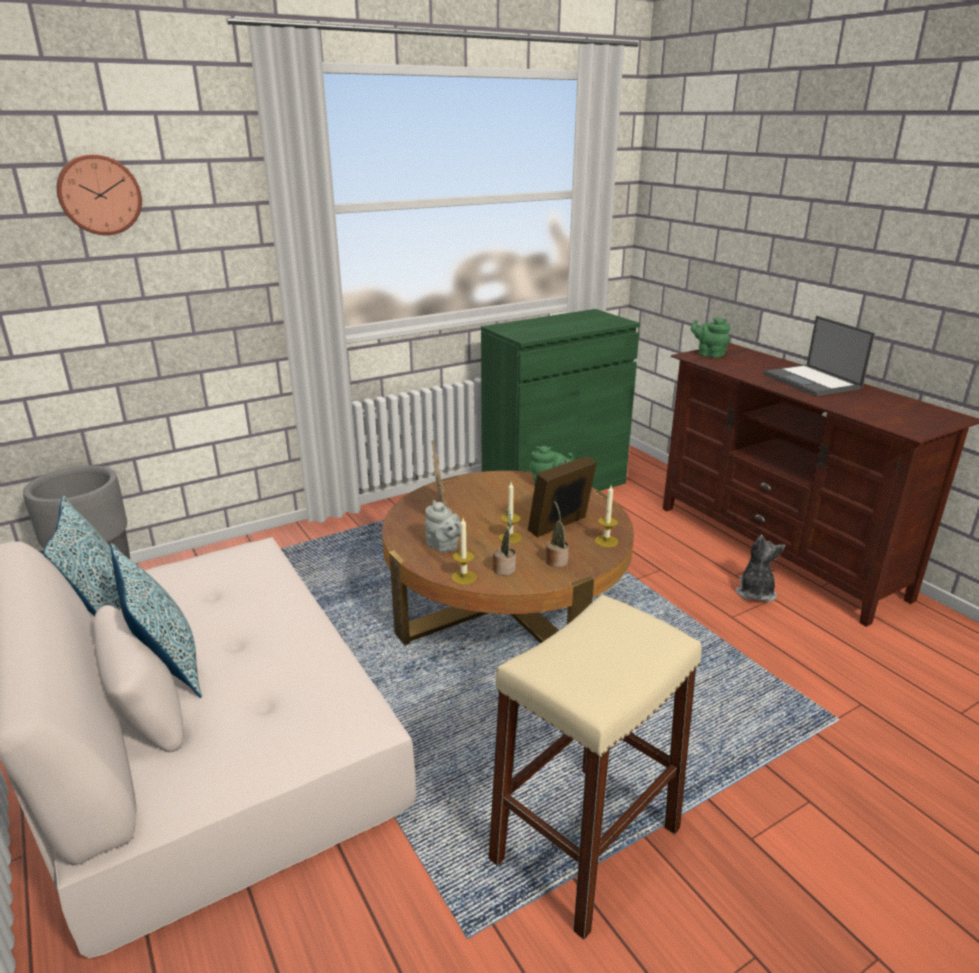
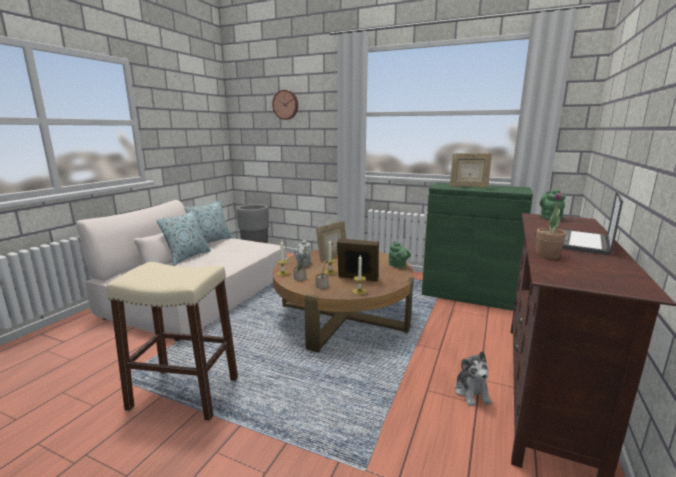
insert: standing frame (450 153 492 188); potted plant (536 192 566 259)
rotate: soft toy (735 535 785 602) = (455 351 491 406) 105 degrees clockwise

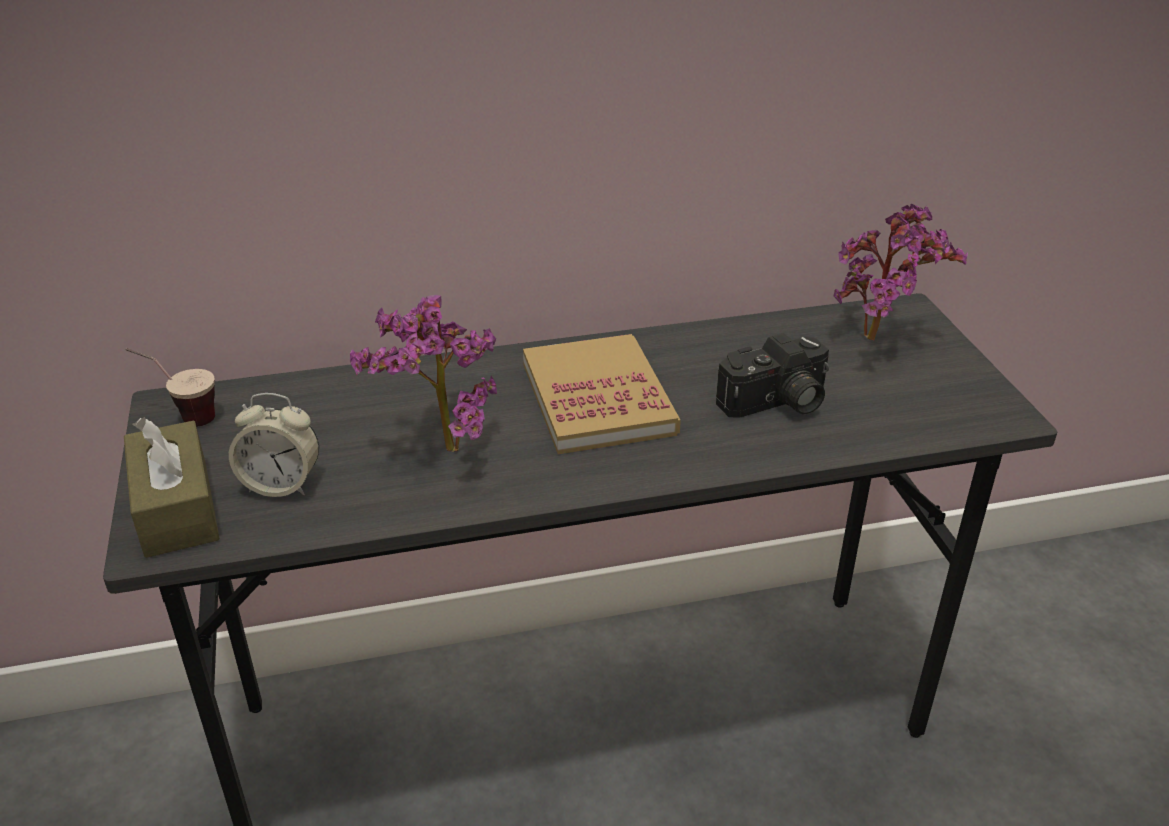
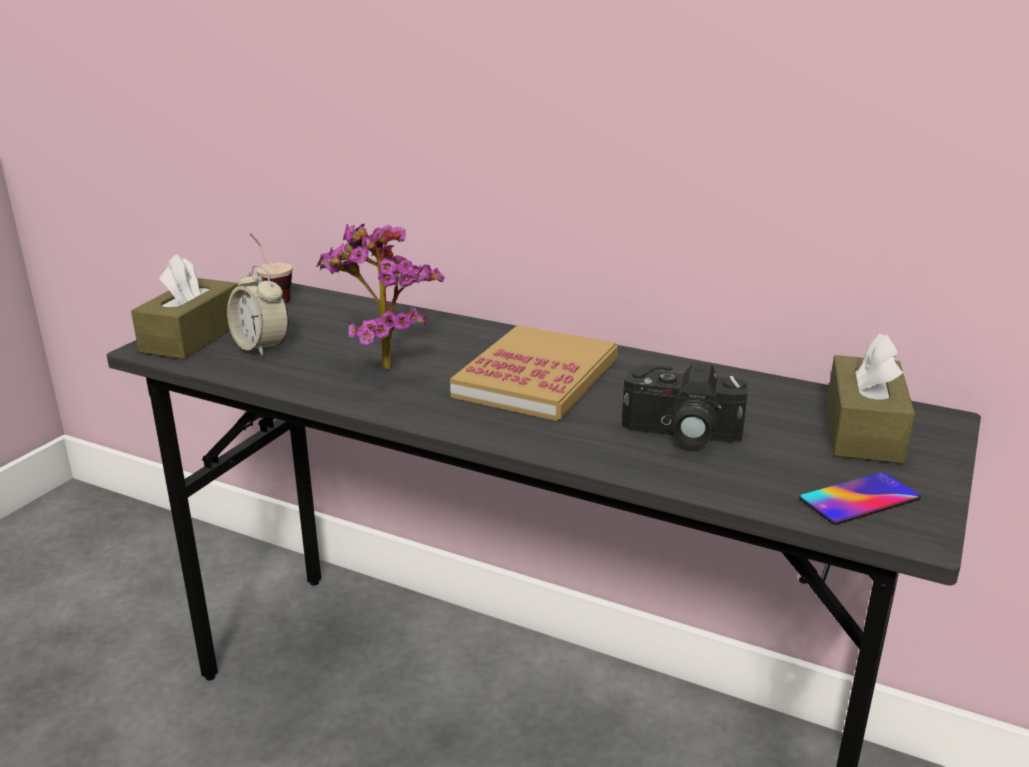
insert: telephone (799 472 921 525)
replace: potted plant (834 204 968 340) to tissue box in brownish (827 333 915 464)

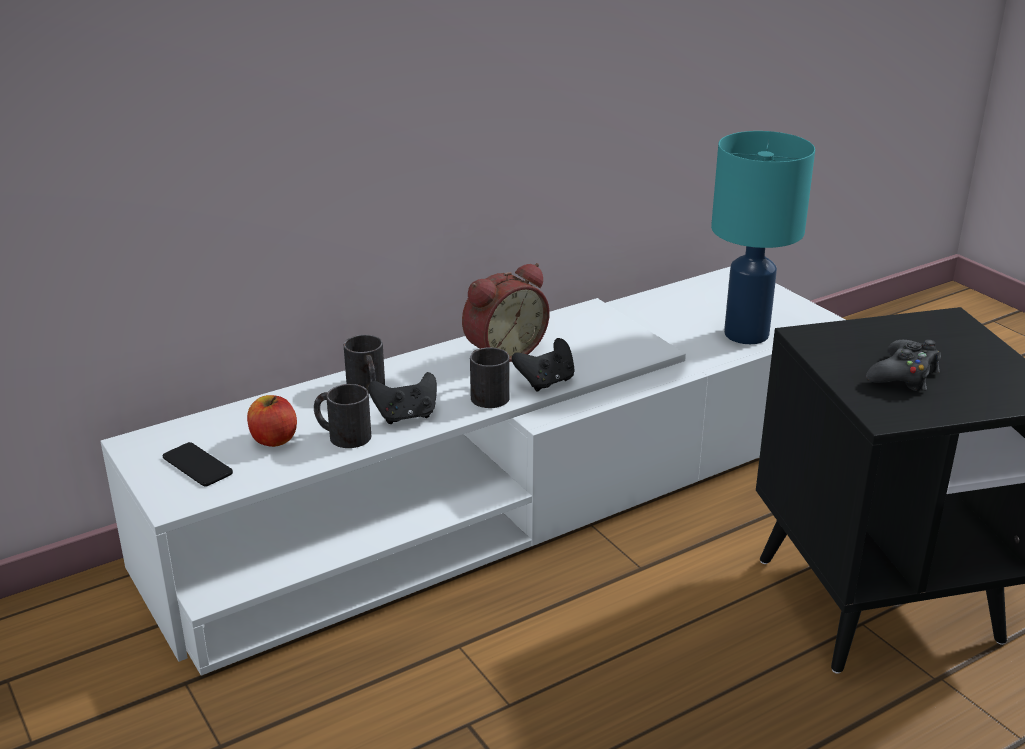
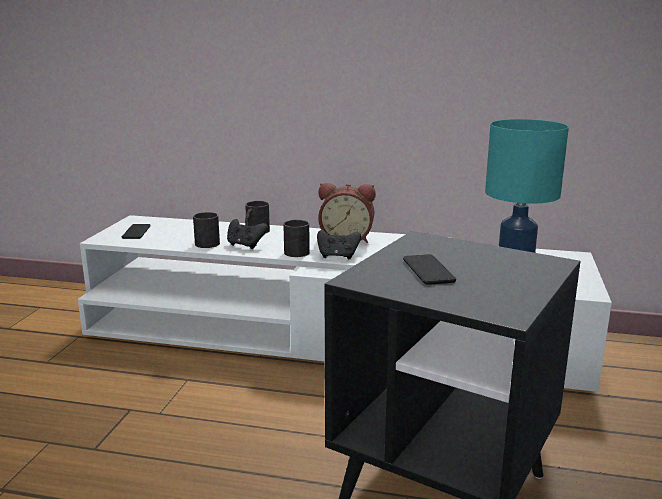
delete: apple (247 395 297 447)
replace: game controller in blackish (866 340 941 391) to telephone (403 254 456 285)

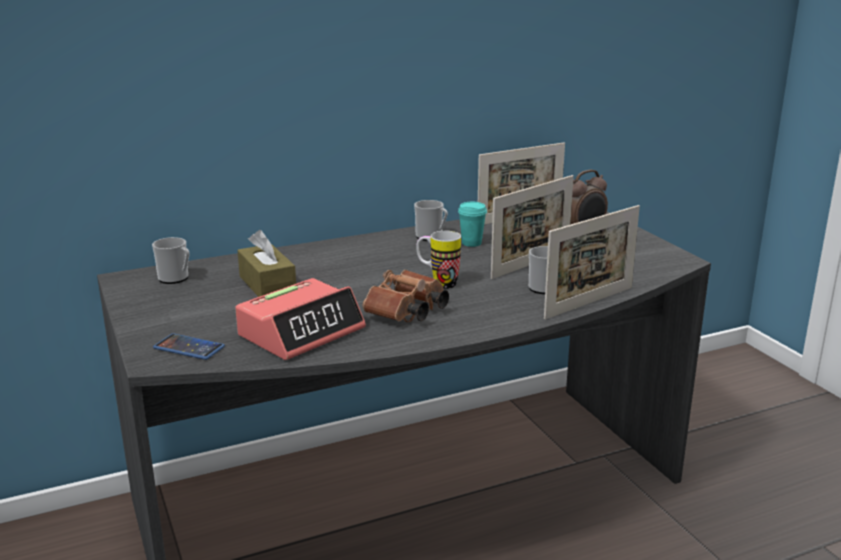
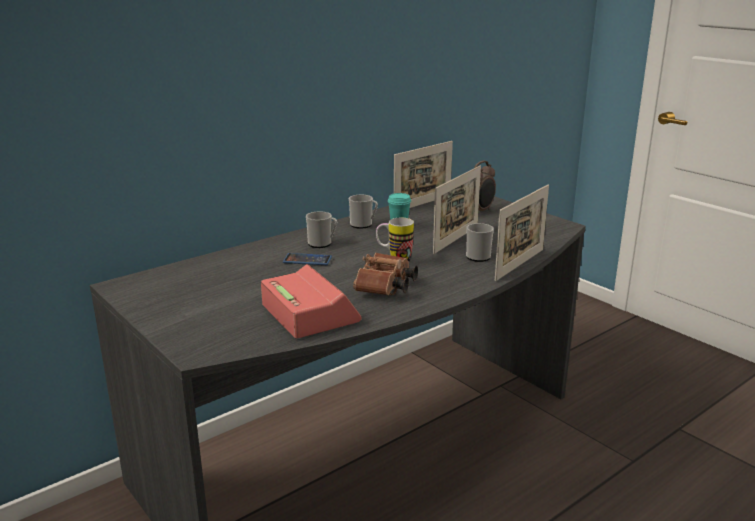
delete: tissue box in brownish (237 230 296 297)
move: coffee mug (152 237 190 284) to (306 211 337 248); telephone (153 333 225 360) to (283 253 332 265)
rotate: alarm clock (235 278 366 360) = (261 264 362 339) 60 degrees counterclockwise

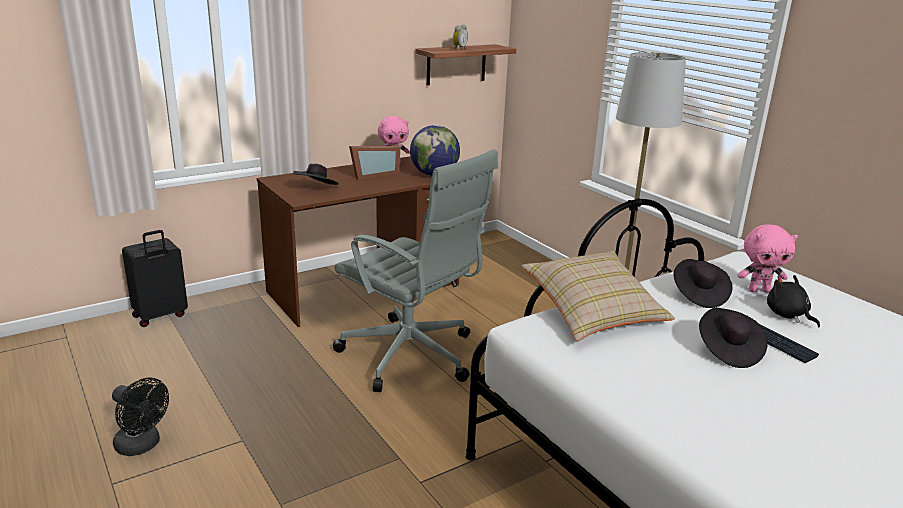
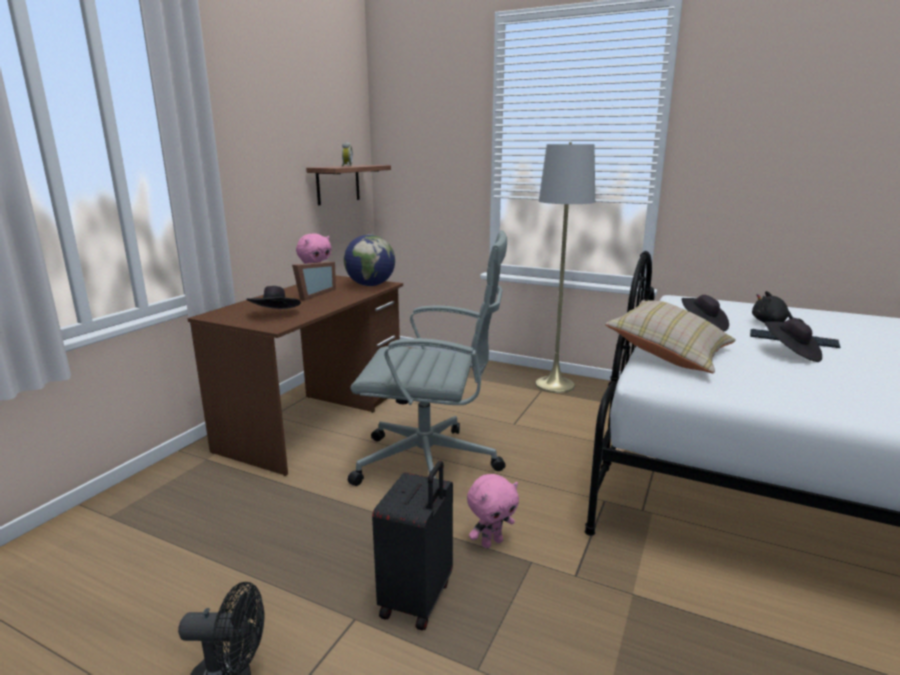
move: suitcase in blackish (122 230 188 327) to (372 461 453 630); soft toy in pink-coloured (737 224 798 293) to (467 474 519 548)

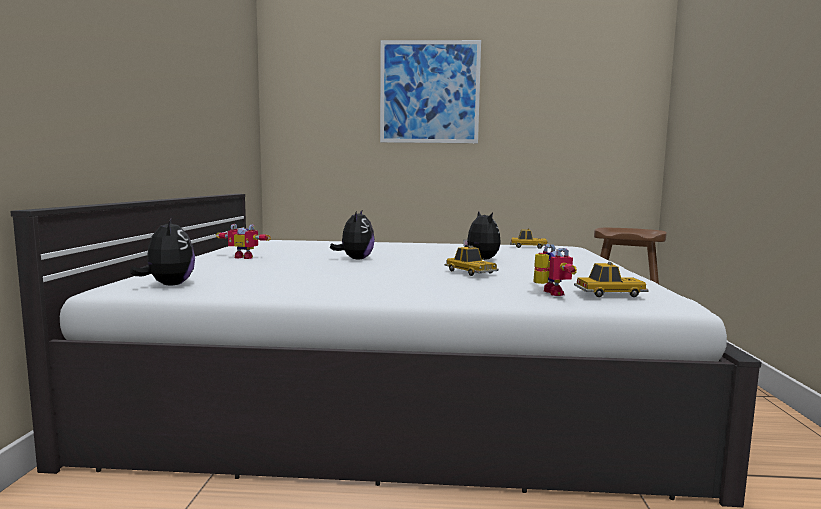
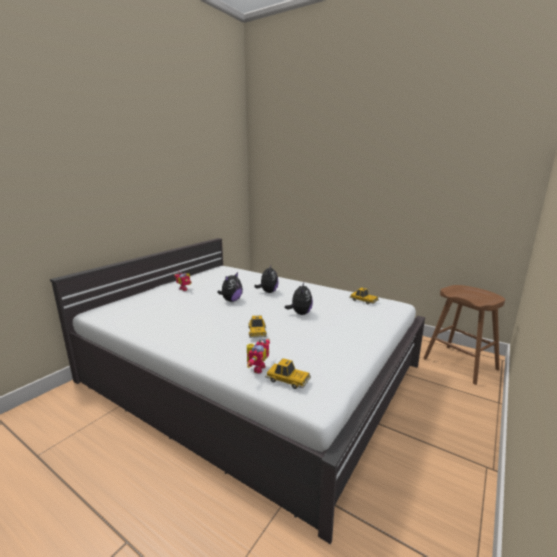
delete: wall picture (380 40 481 143)
move: soft toy (130 217 195 285) to (254 266 279 293)

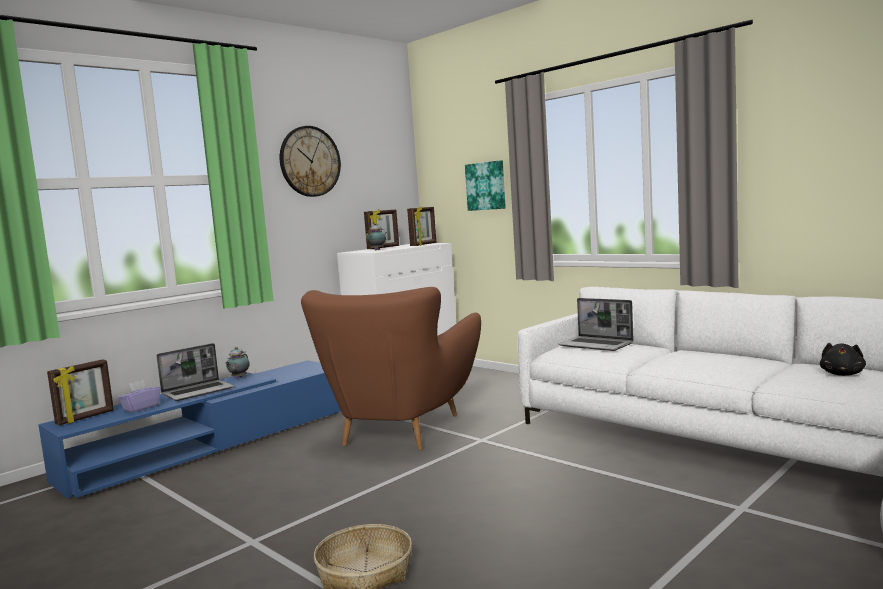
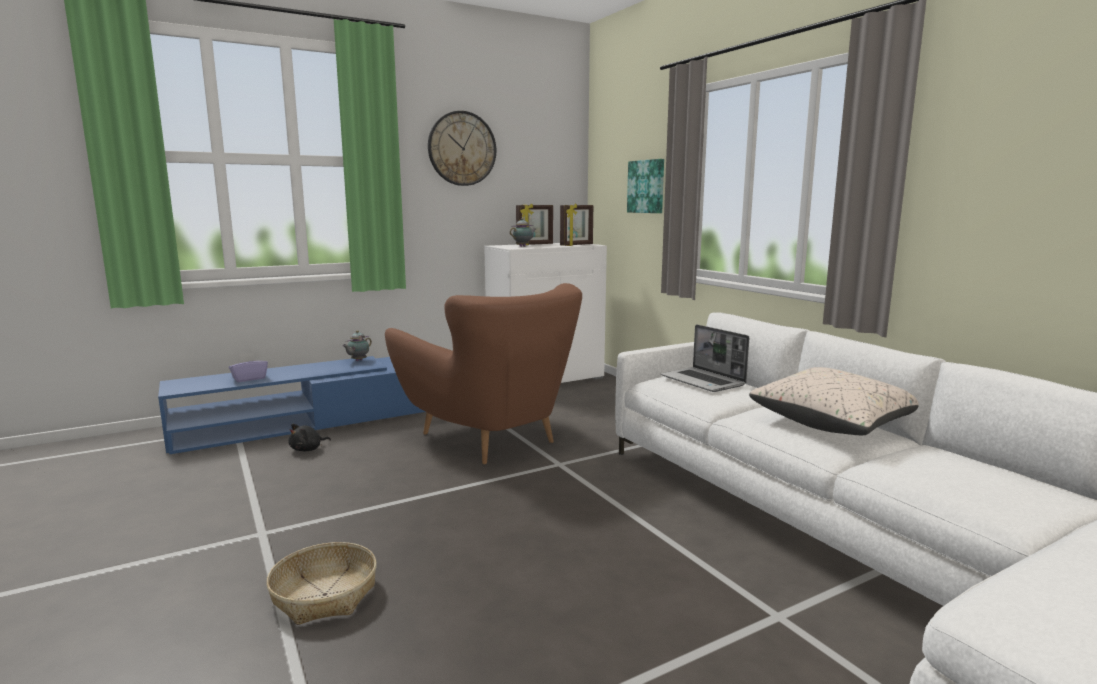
delete: standing frame (47 359 114 425); portable computer (156 343 234 401)
insert: pillow in beige-coloured (749 367 919 435)
move: soft toy in blackish (820 343 866 376) to (288 424 331 451)
rotate: lounge chair in brownish (301 287 481 450) = (385 283 582 464) 75 degrees counterclockwise

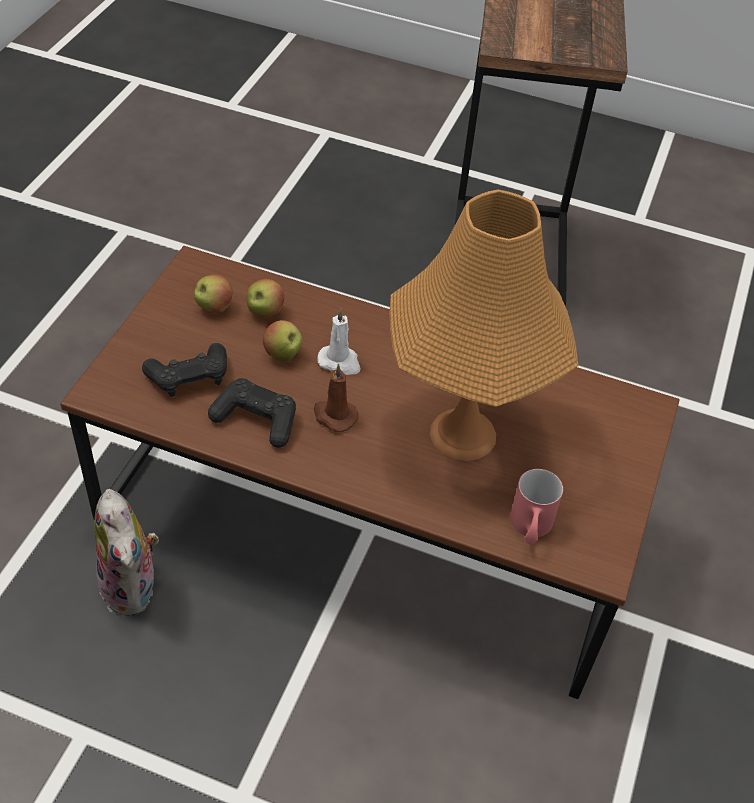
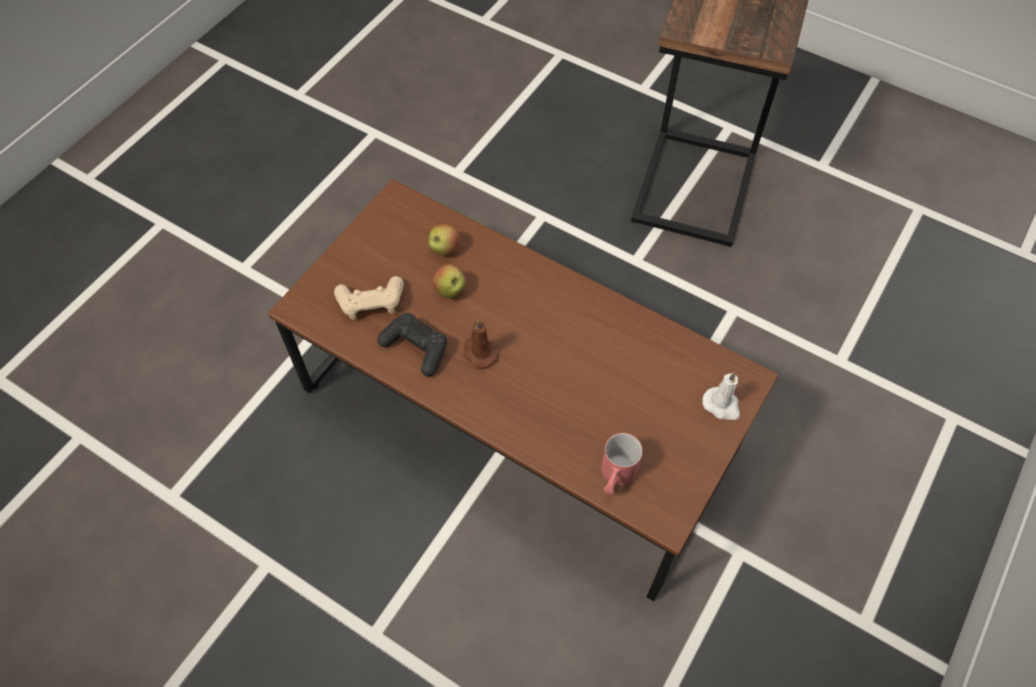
delete: soft toy (95 489 159 616); apple (194 275 233 313); table lamp in orange-coloured (390 190 578 461)
move: wax candle in white (317 308 361 375) to (702 372 740 420)
recolor: game controller in blackish (142 343 227 397) to game controller in beige-coloured (334 276 404 320)

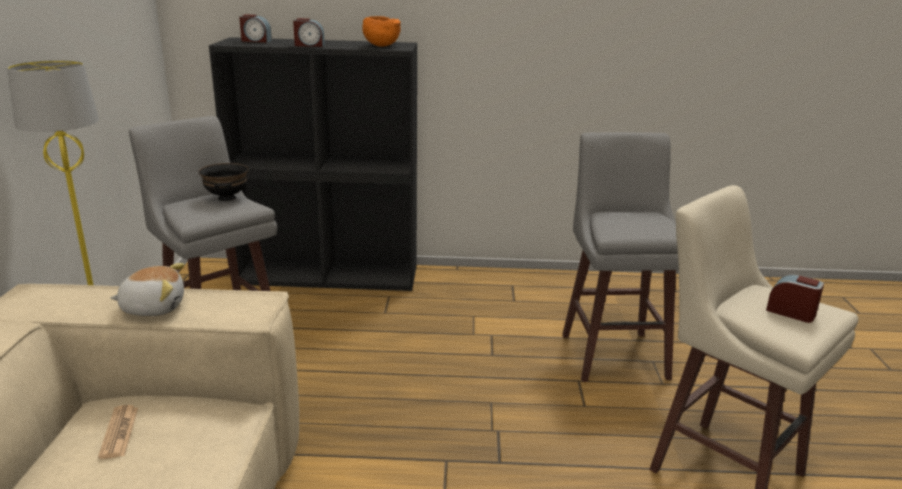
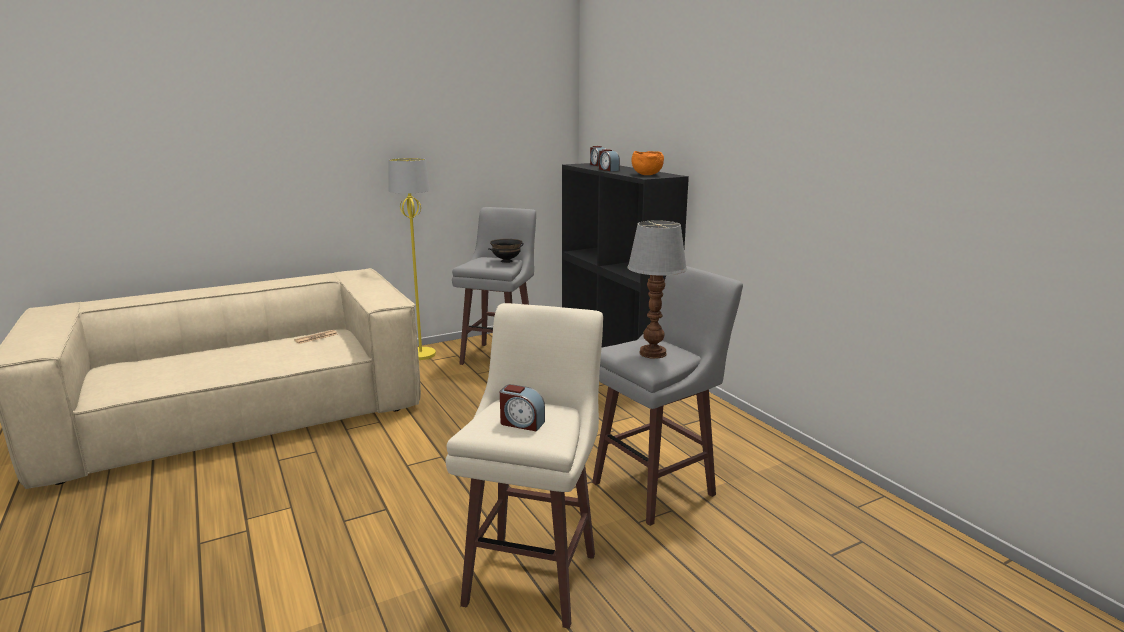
delete: soft toy (110 263 185 316)
insert: table lamp (627 220 687 359)
rotate: alarm clock (766 274 824 323) = (500 384 545 432) 105 degrees clockwise

